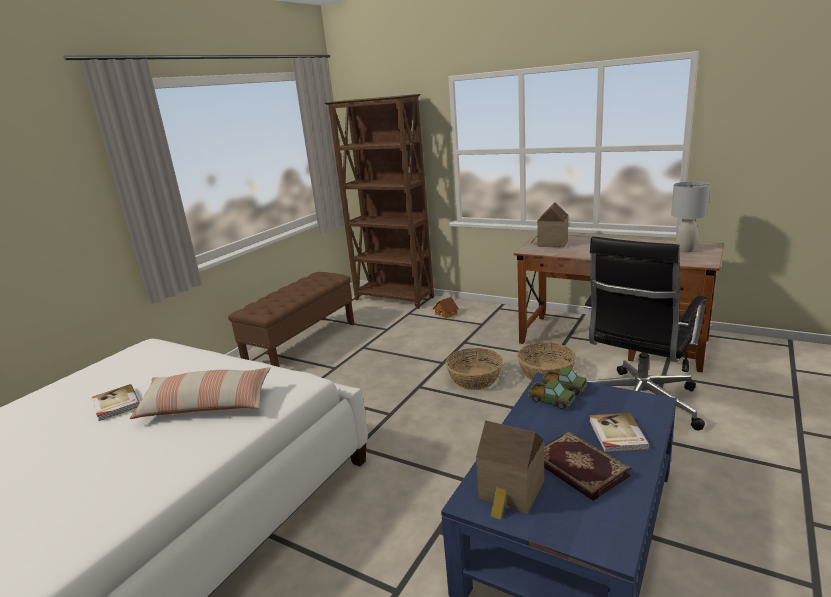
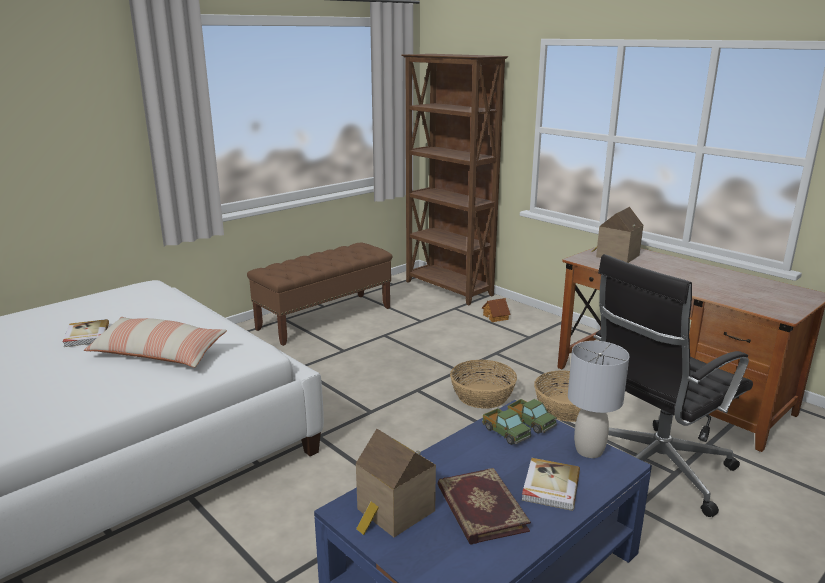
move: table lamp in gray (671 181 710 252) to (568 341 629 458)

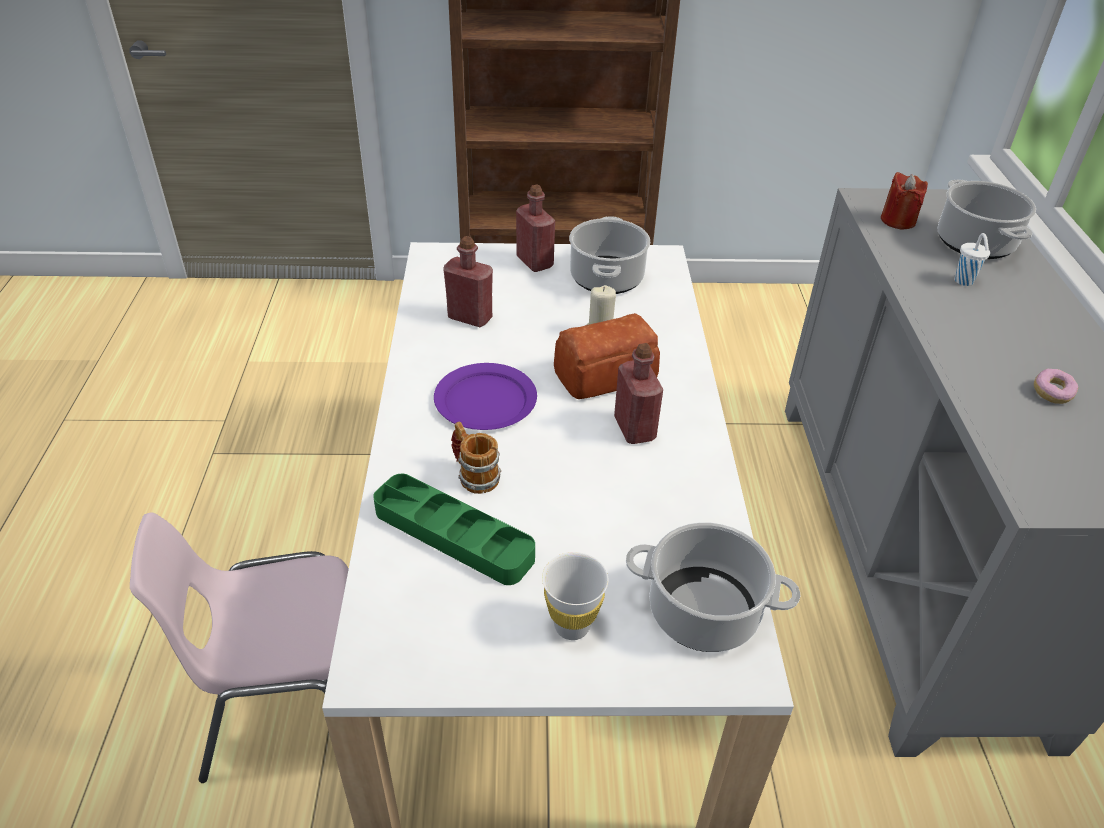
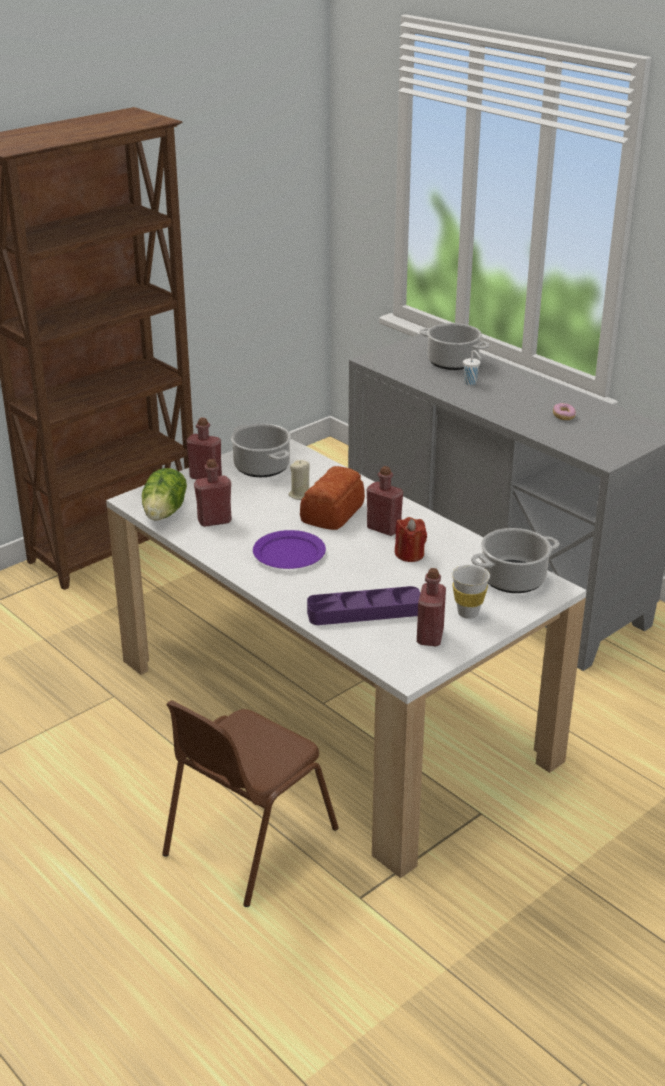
delete: coffee mug (451 422 501 494)
insert: lettuce head (142 468 187 521); drink bottle in red (417 568 446 646)
move: wax candle in red (881 172 928 229) to (395 517 427 562)
recolor: plain chair in pink-coloured (130 512 349 783) to plain chair in brownish (162 700 339 907); carrying tray in green-coloured (373 474 535 585) to carrying tray in purple (307 586 420 625)

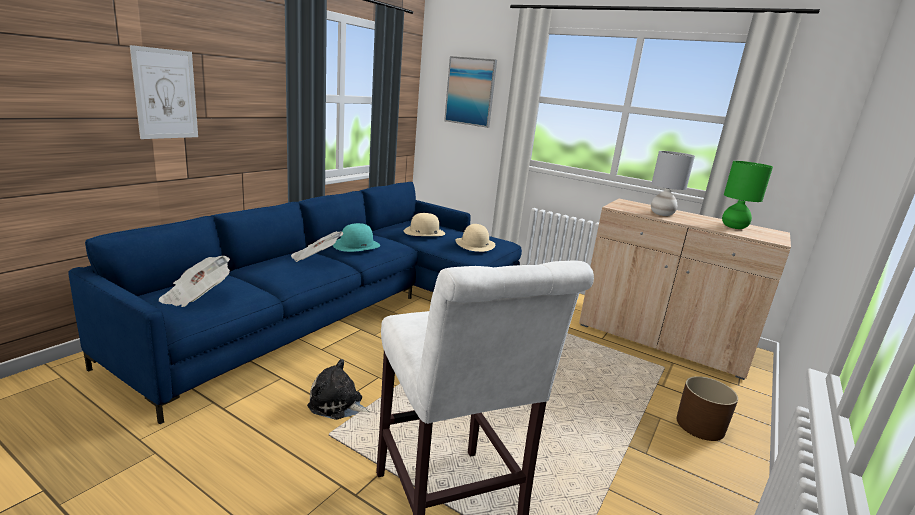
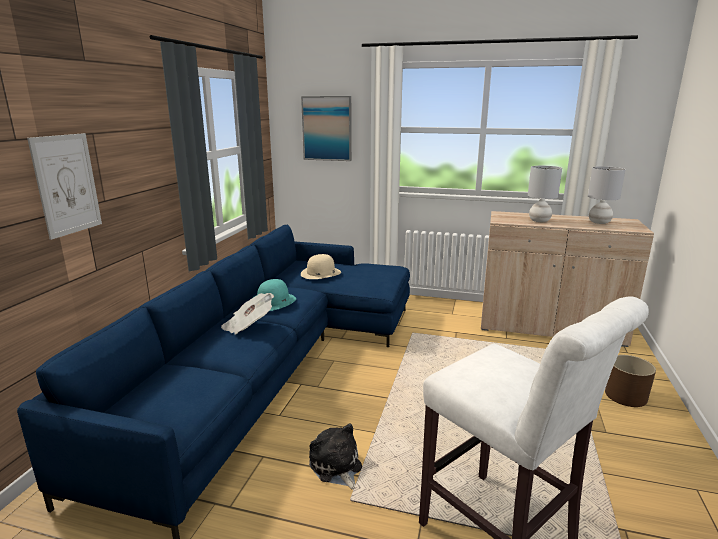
delete: printed paper (159 256 230 307); hat in beige-coloured (455 224 495 252)
recolor: table lamp in green-coloured (722 161 773 229) to table lamp in gray (588 166 626 224)
rotate: soft toy (307 359 370 420) = (309 423 362 490) 60 degrees clockwise

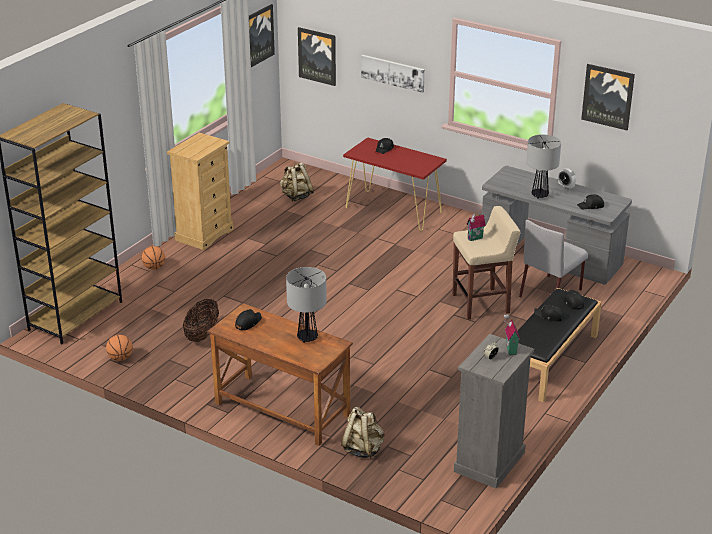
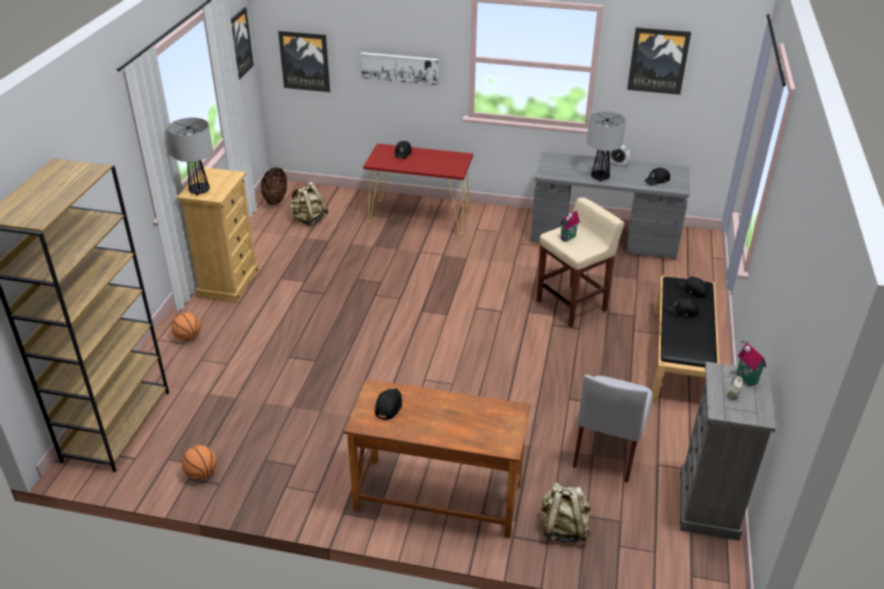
move: storage basket (183 299 219 342) to (261 167 287 205); table lamp (286 267 327 343) to (167 118 213 196); plain chair in gray (519 220 588 298) to (573 375 653 483)

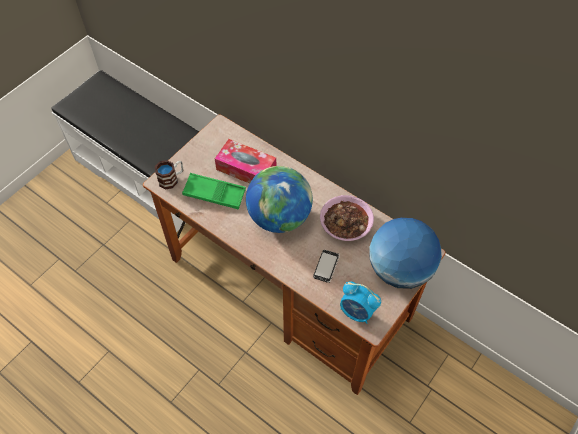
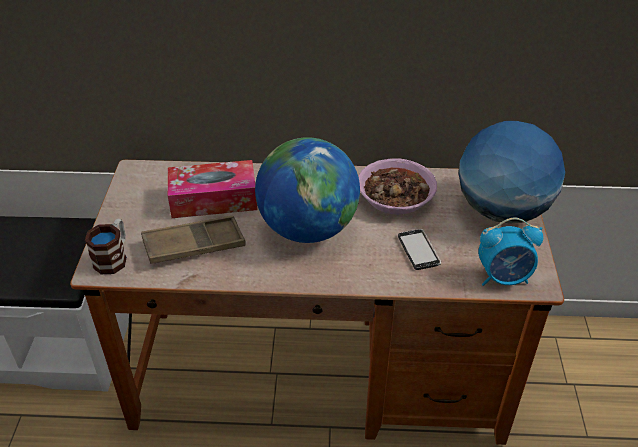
recolor: carrying tray in green-coloured (182 173 246 210) to carrying tray in brownish (141 216 246 264)

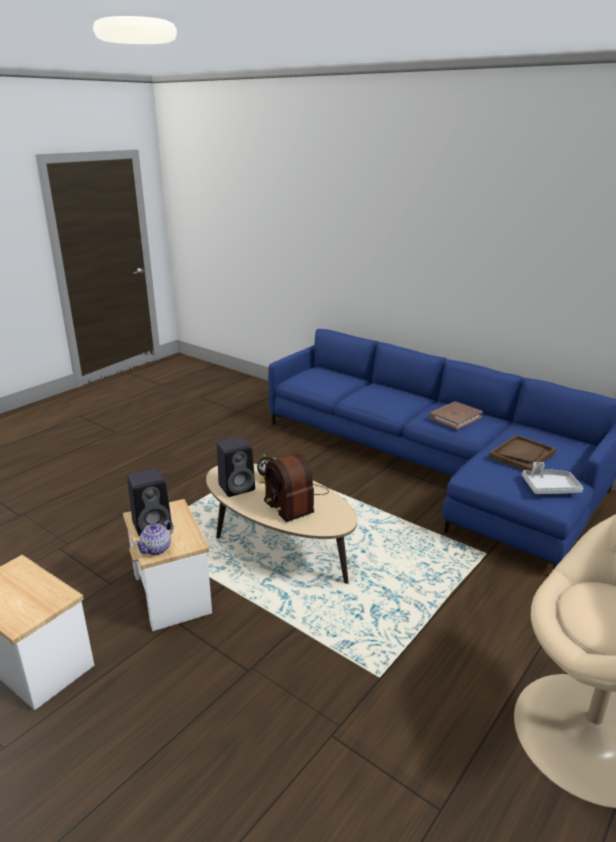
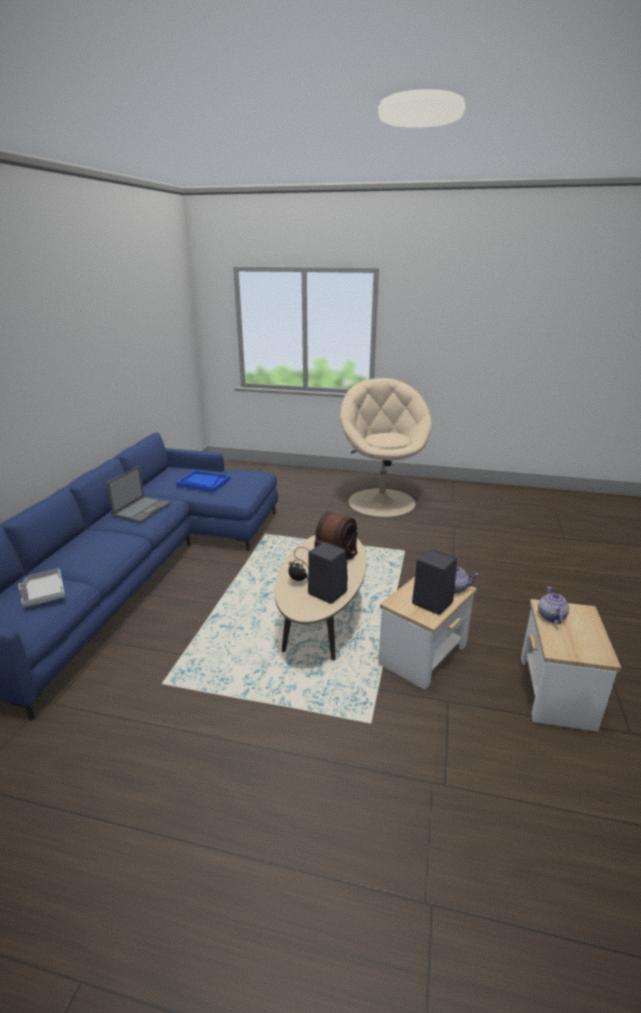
insert: teapot (538 587 569 624)
move: carrying tray in gray (522 462 583 494) to (18 568 65 607)
replace: book in brownish (429 401 483 430) to portable computer (106 466 171 522)
recolor: carrying tray in brownish (489 435 556 471) to carrying tray in blue (176 470 230 492)

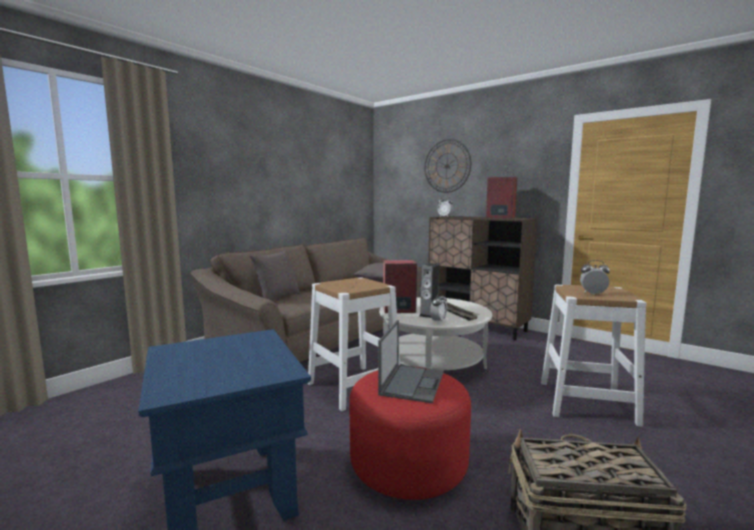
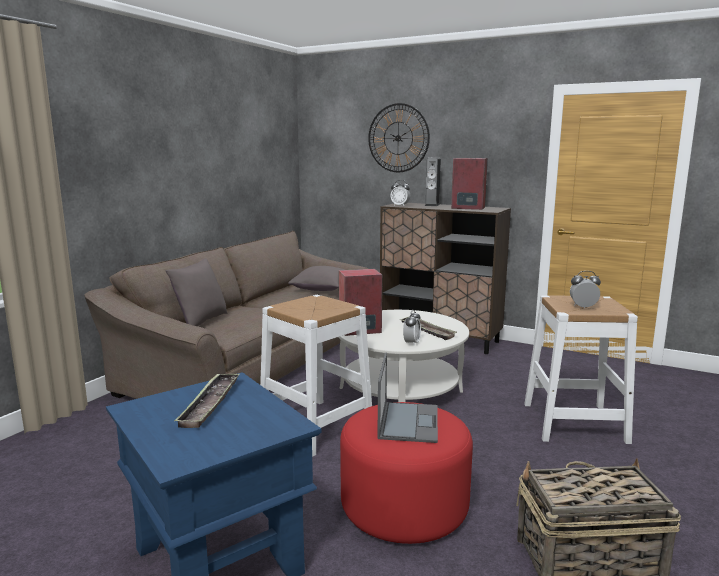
insert: carrying tray (174 373 239 428)
move: speaker (420 263 439 318) to (425 158 441 206)

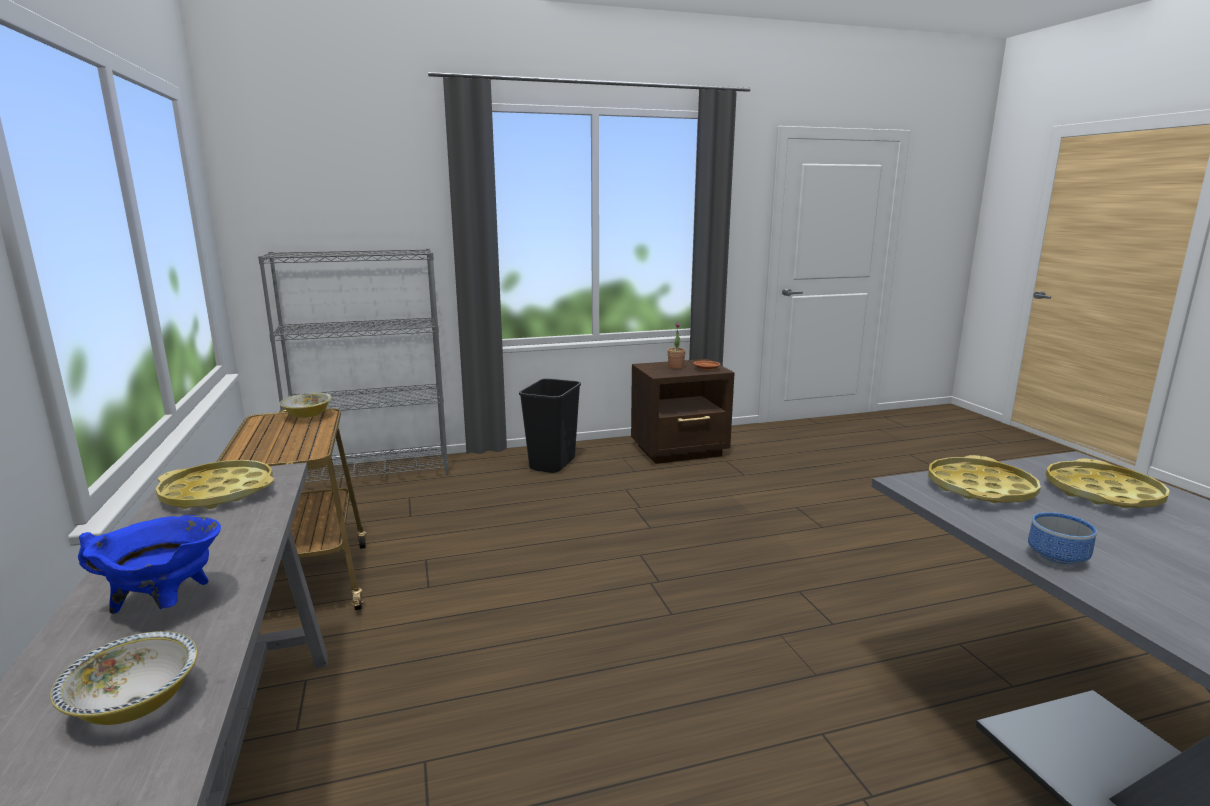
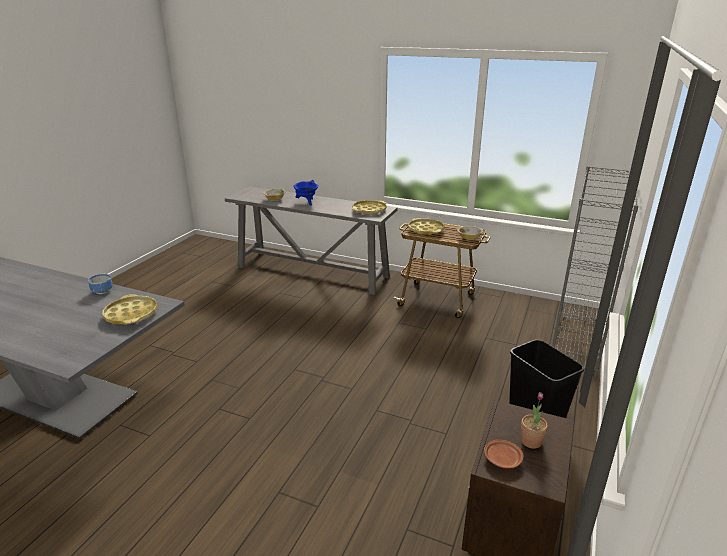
move: carrying tray in yellowish (1046 458 1170 508) to (408 218 444 235)

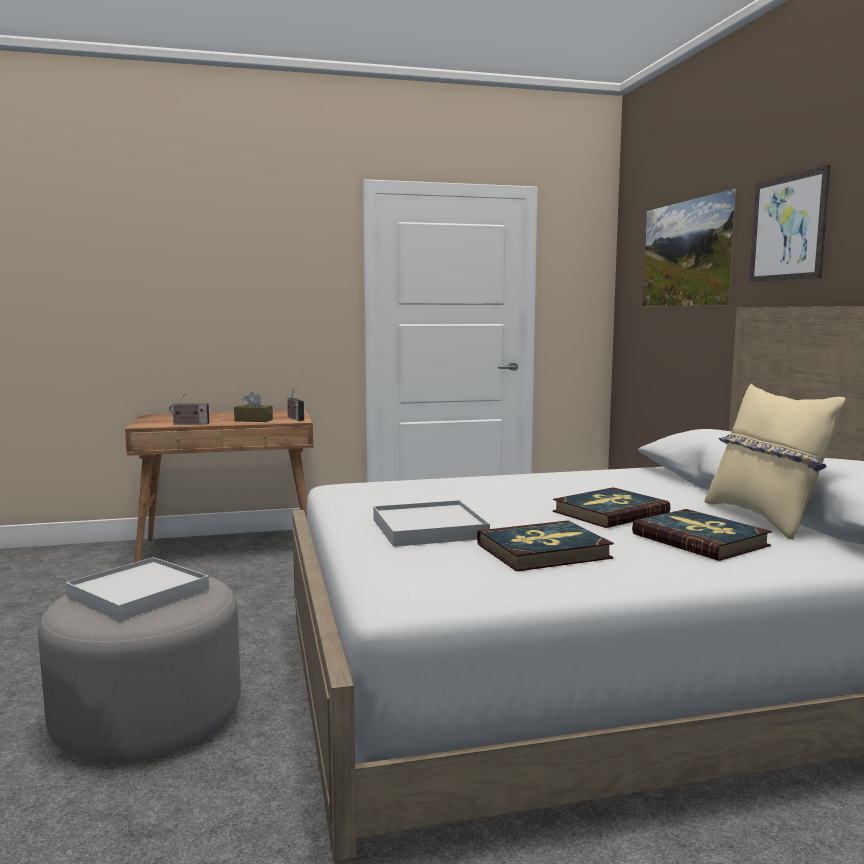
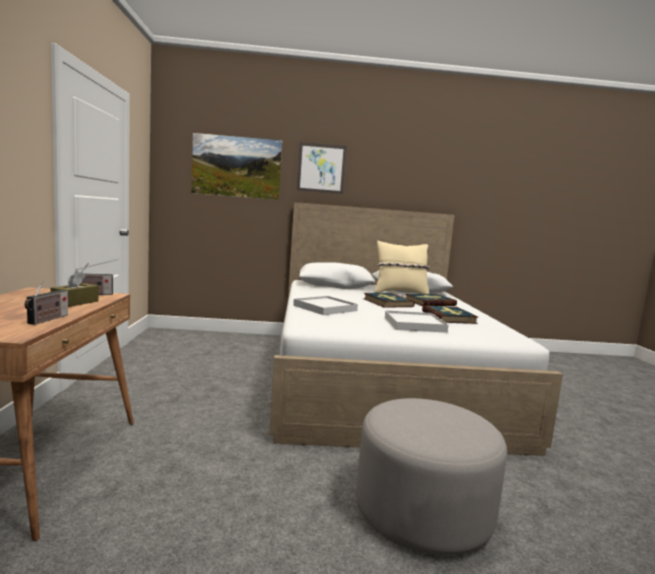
move: carrying tray in white (65 557 209 621) to (293 296 358 315)

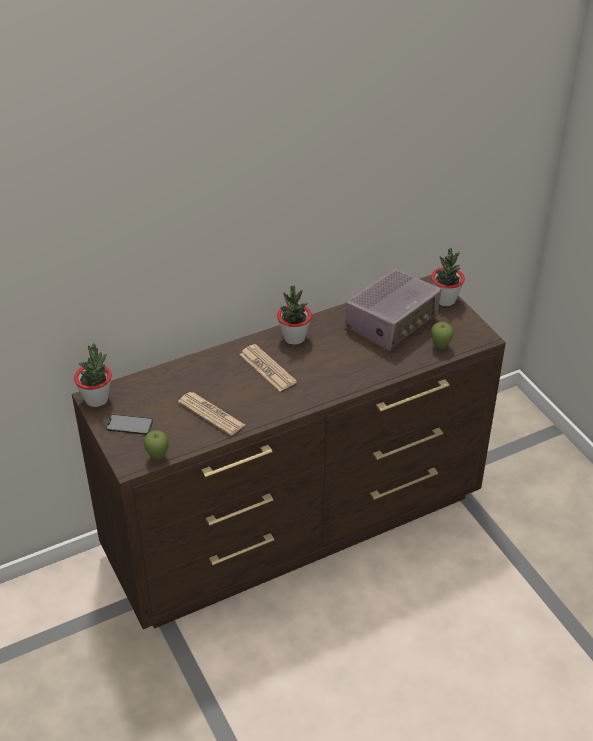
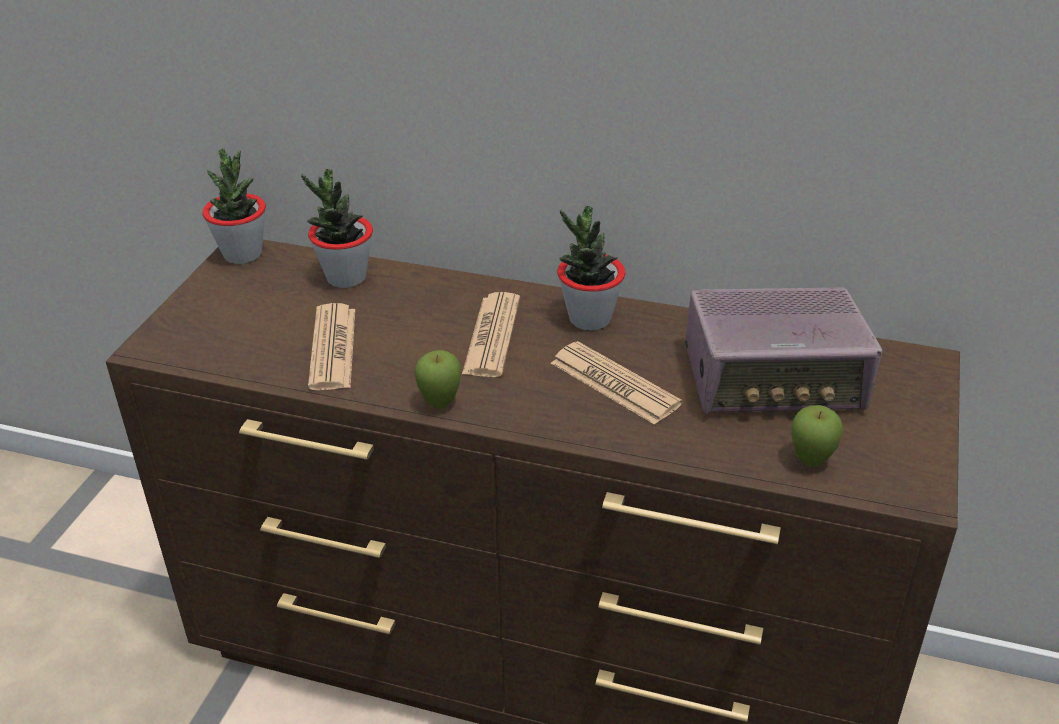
delete: telephone (106 414 153 435)
insert: printed paper (551 341 682 425)
move: apple (144 430 169 460) to (414 350 461 409); potted plant (431 248 465 306) to (301 168 373 288)

